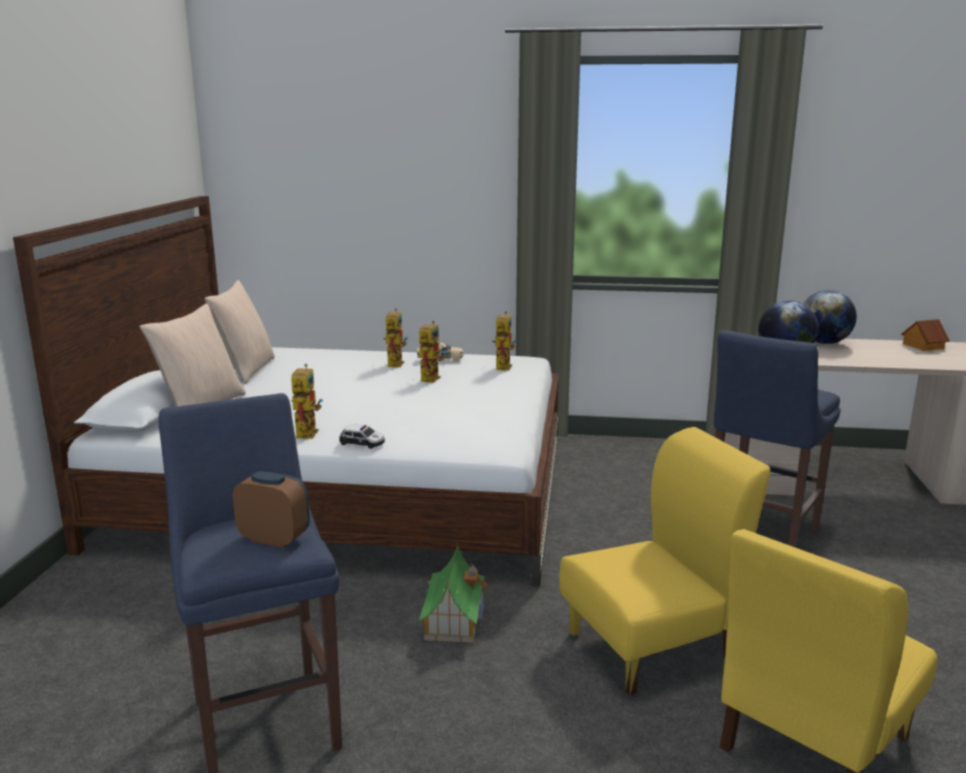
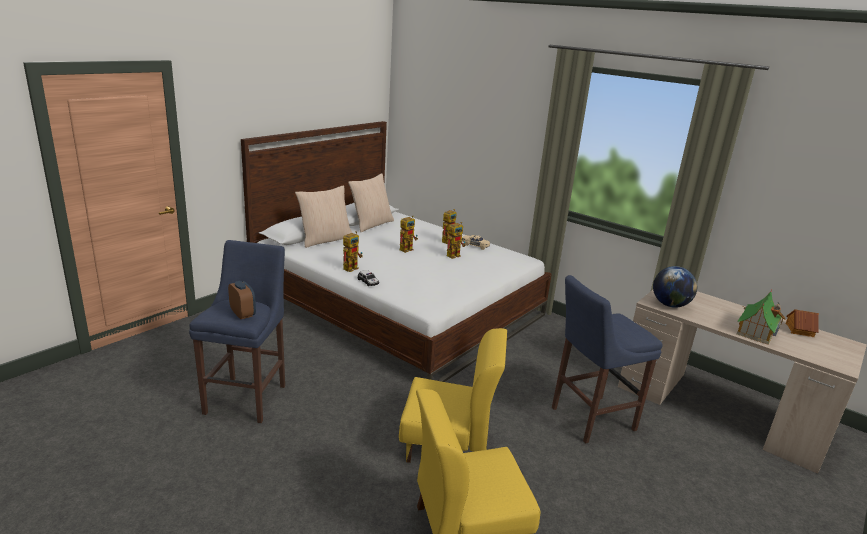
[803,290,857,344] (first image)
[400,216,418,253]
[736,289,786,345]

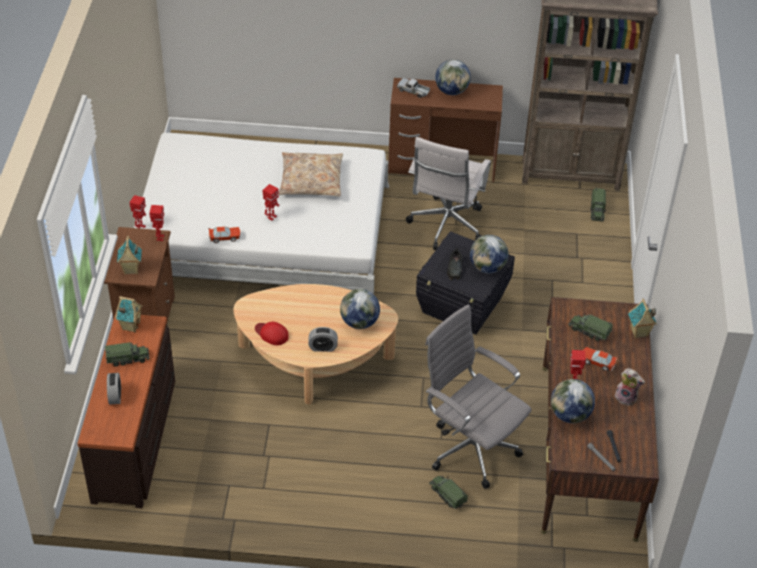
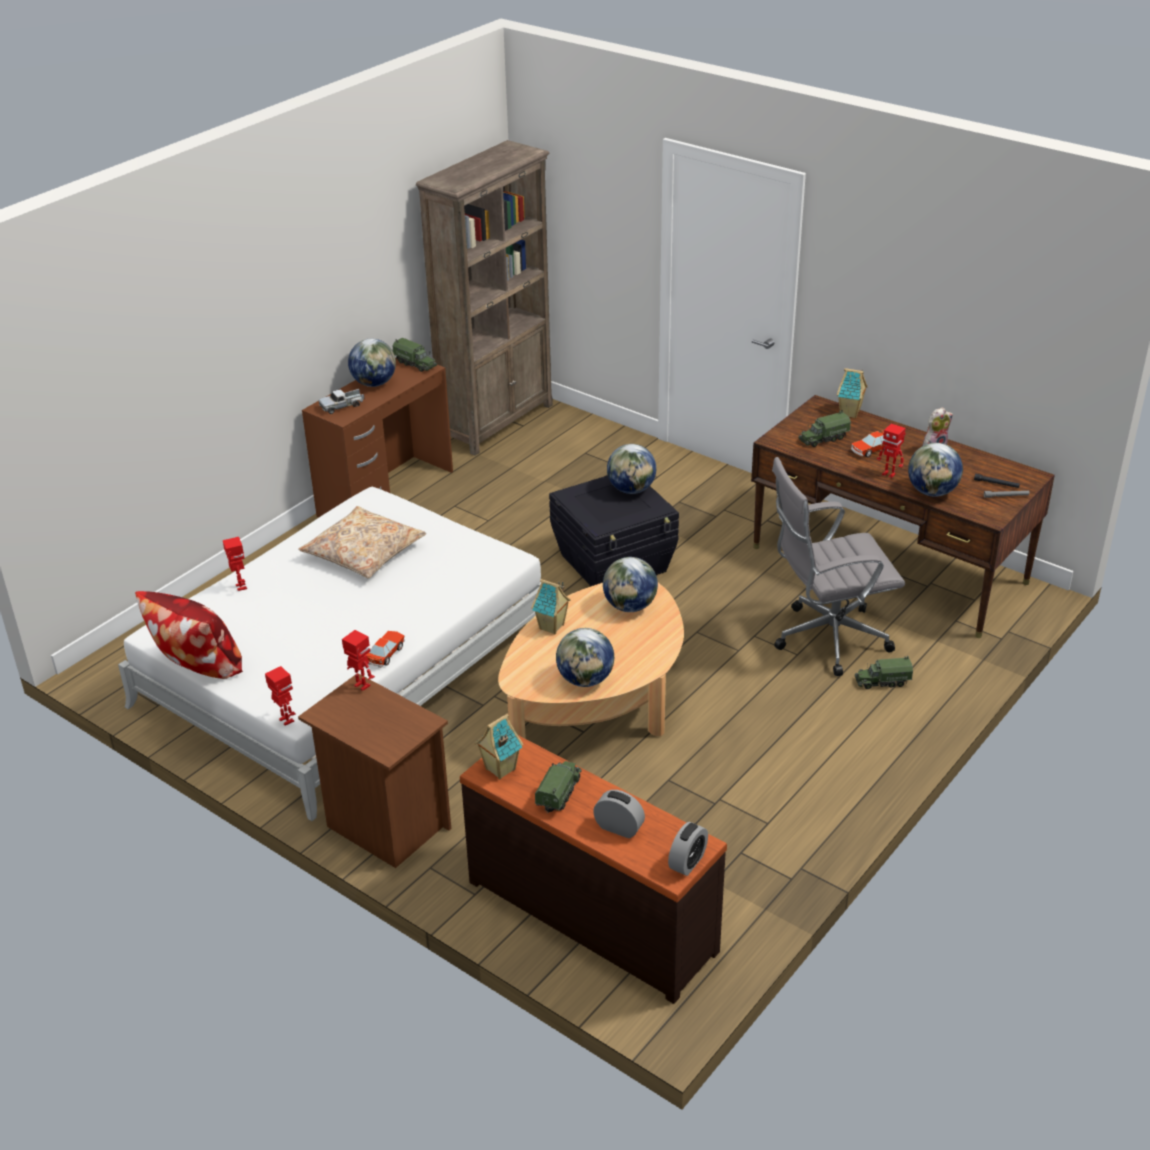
[406,137,491,250] (first image)
[223,537,247,591]
[392,338,437,372]
[531,579,571,635]
[447,248,463,281] (first image)
[556,628,614,687]
[668,822,708,876]
[135,591,243,679]

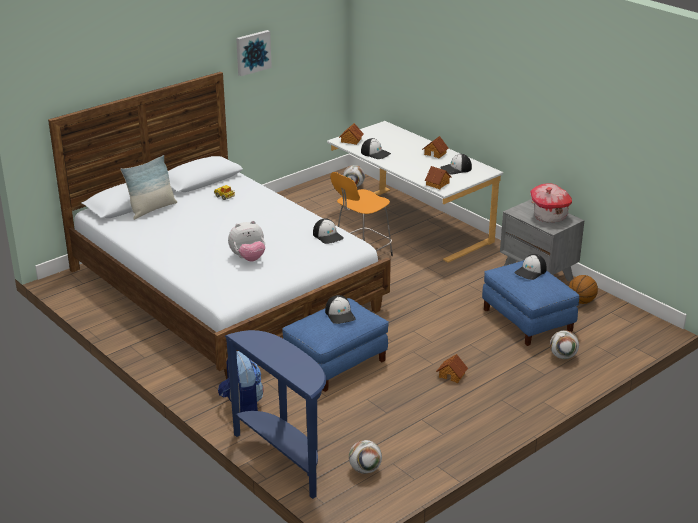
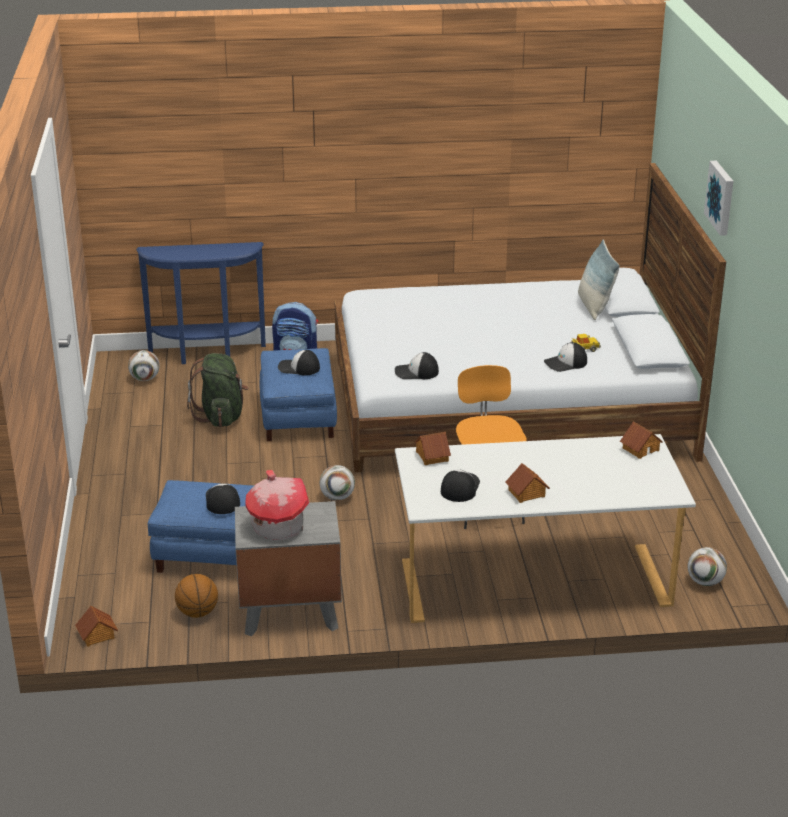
[704,161,733,236]
[544,342,587,372]
[228,221,265,261] (first image)
[320,465,355,501]
[75,606,118,647]
[187,353,248,427]

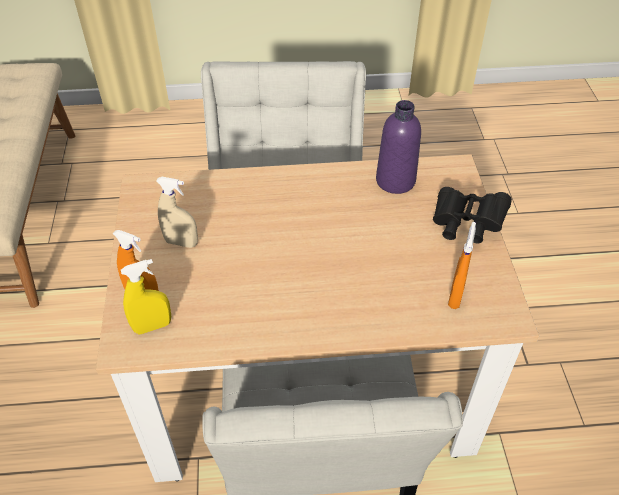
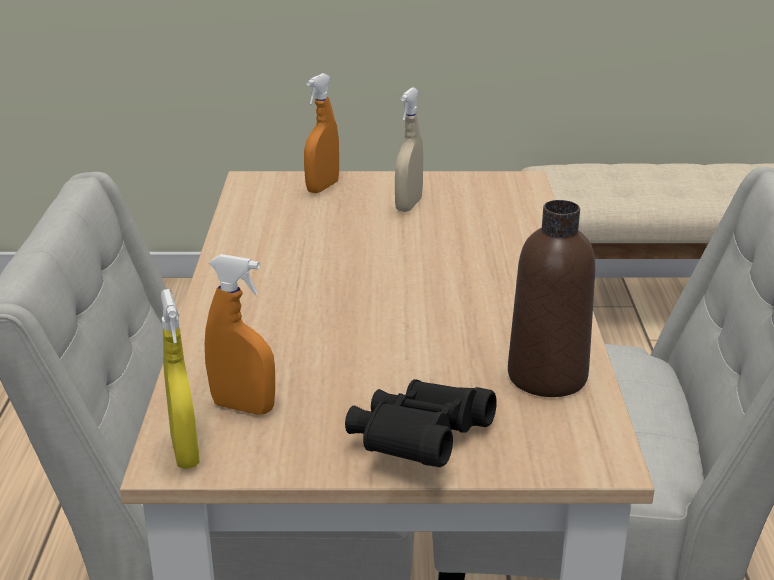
[508,200,595,397]
[161,289,200,469]

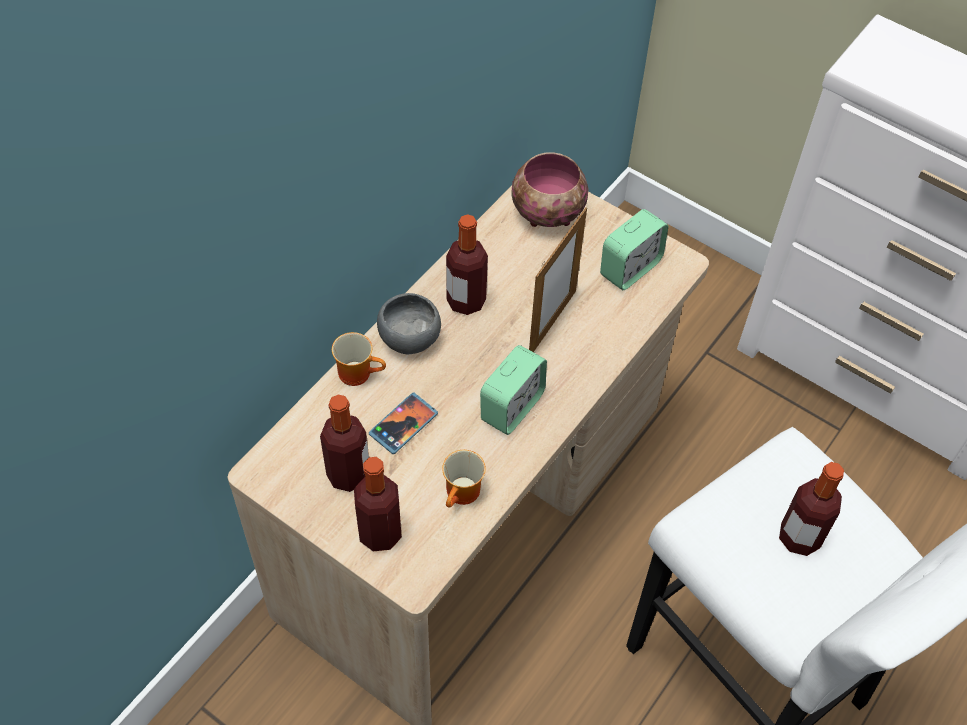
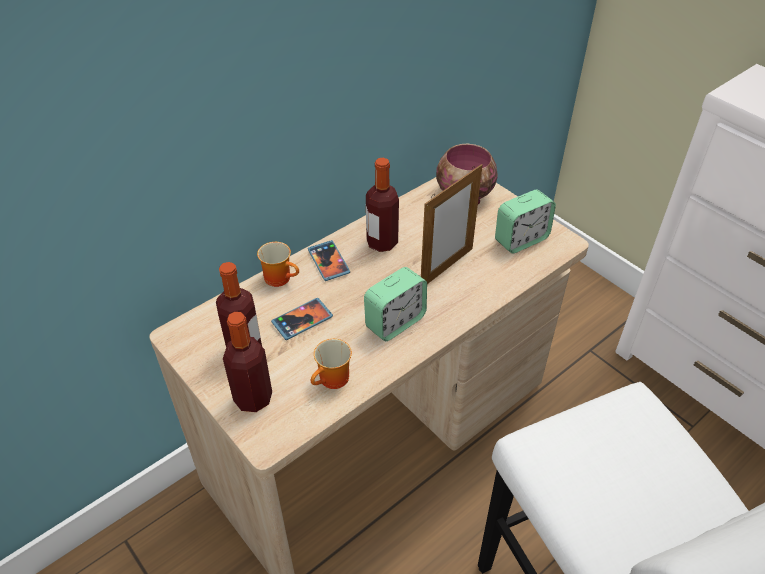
[308,240,350,281]
[779,462,844,556] (first image)

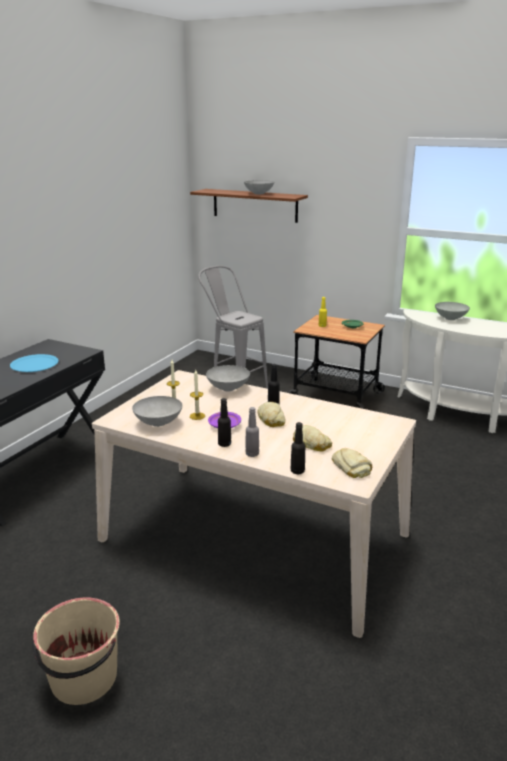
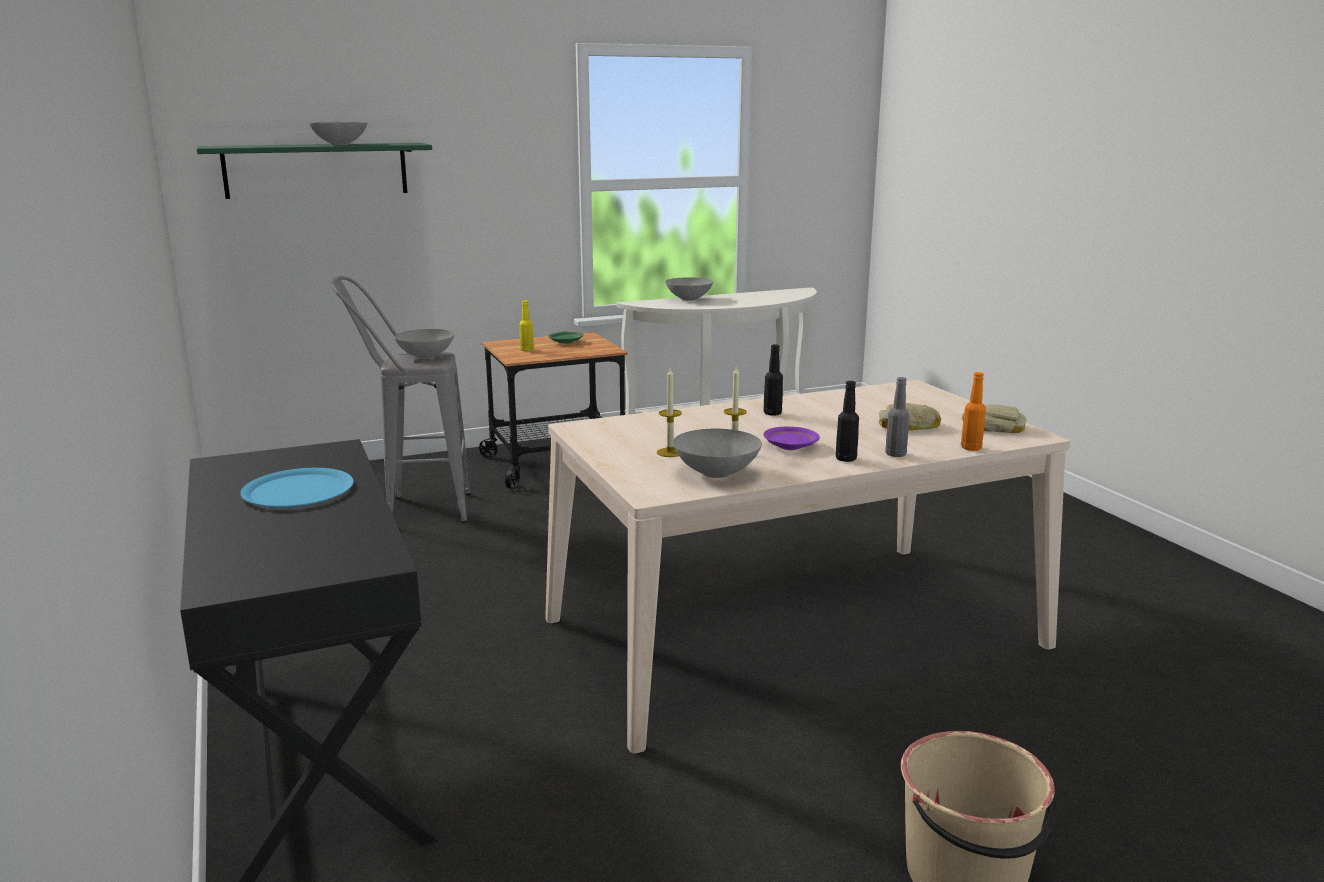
[197,143,432,199]
[394,329,454,359]
[257,402,286,427] (first image)
[961,372,986,451]

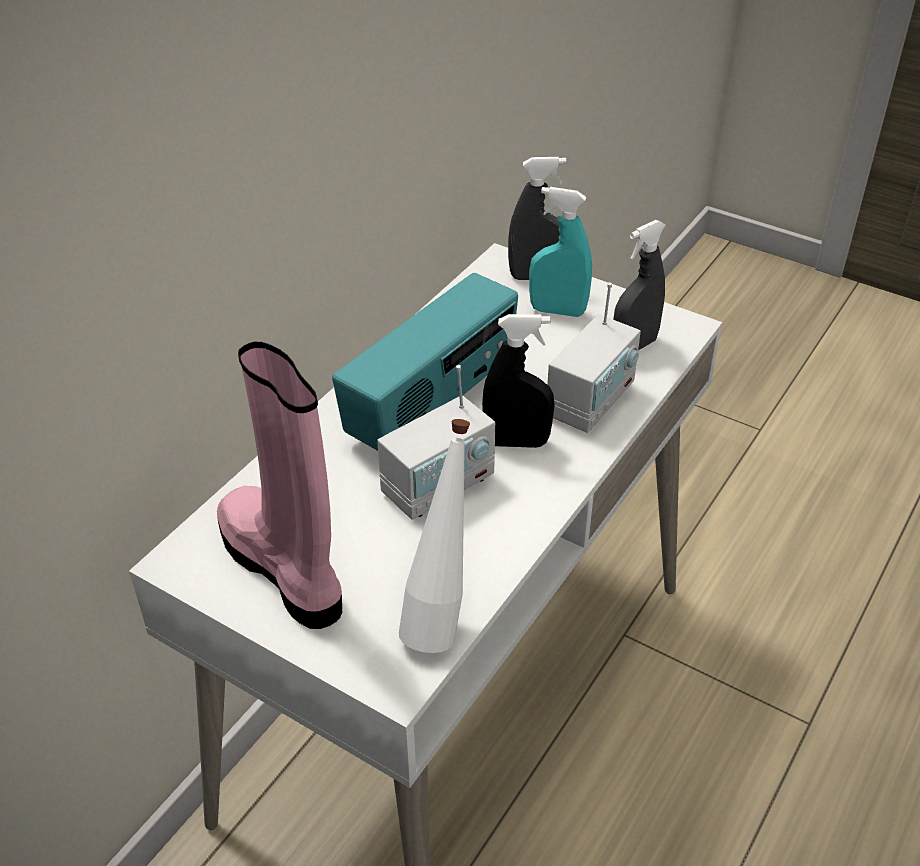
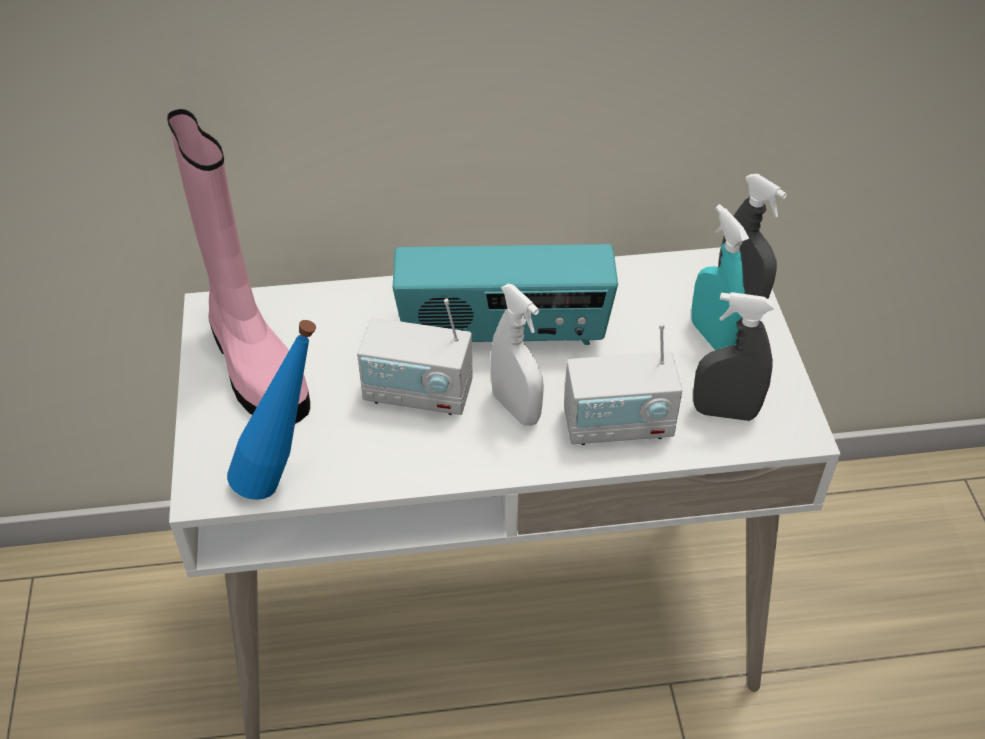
[491,284,544,426]
[167,109,310,424]
[227,320,316,500]

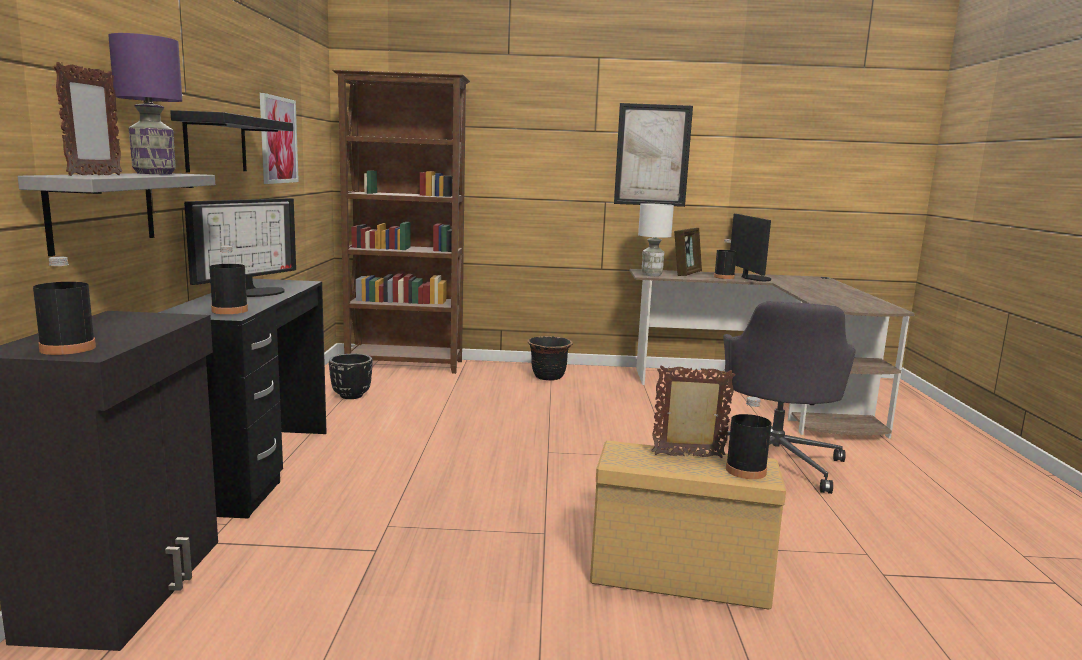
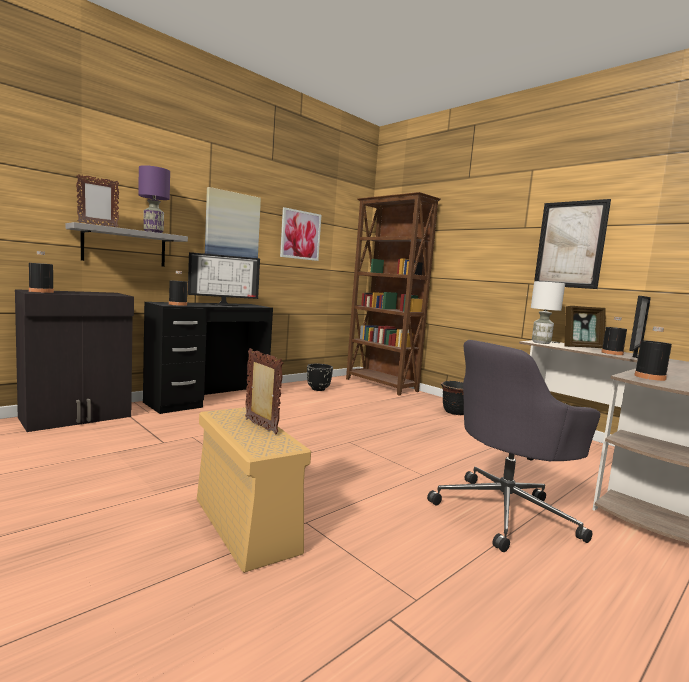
[205,187,261,258]
[634,327,672,381]

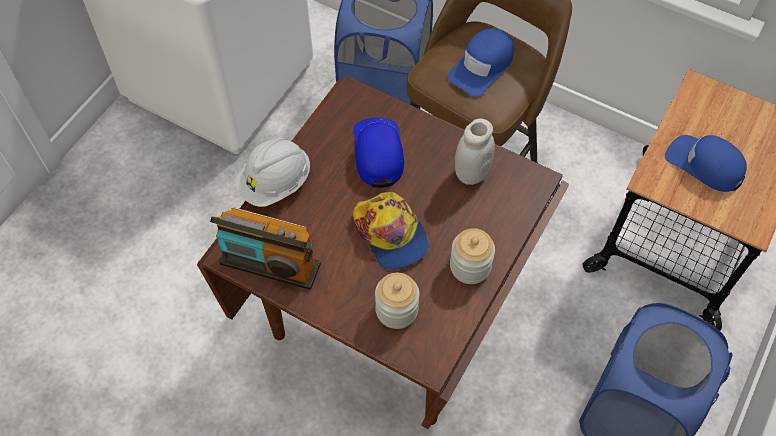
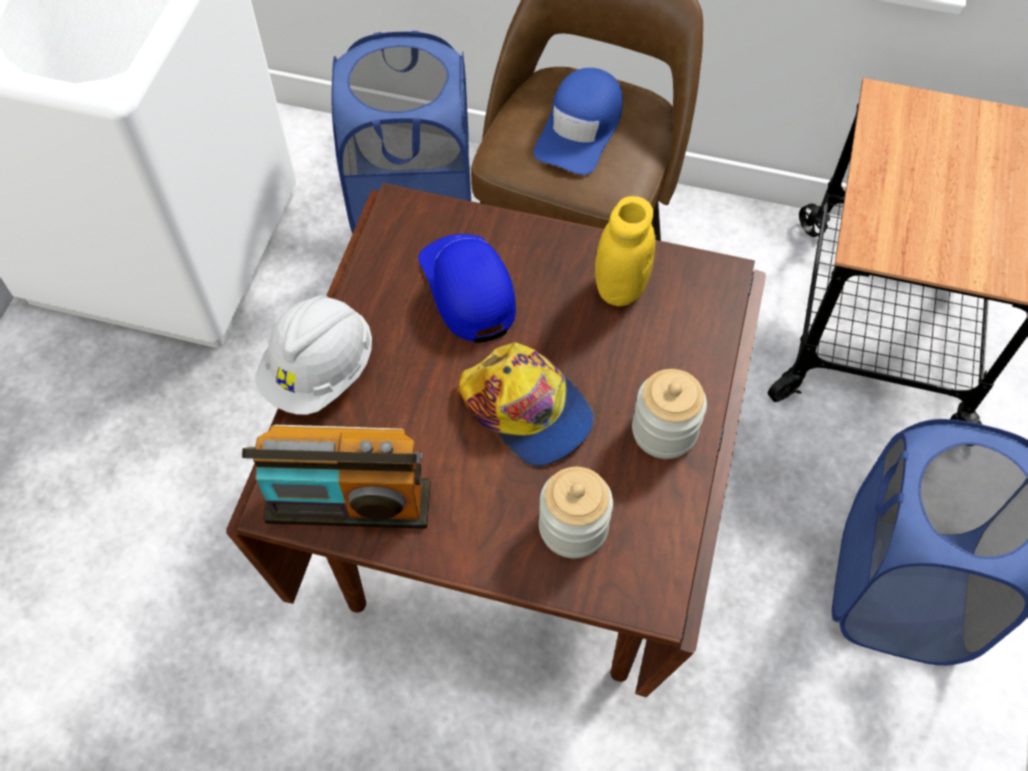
[595,196,656,306]
[665,135,747,192] (first image)

